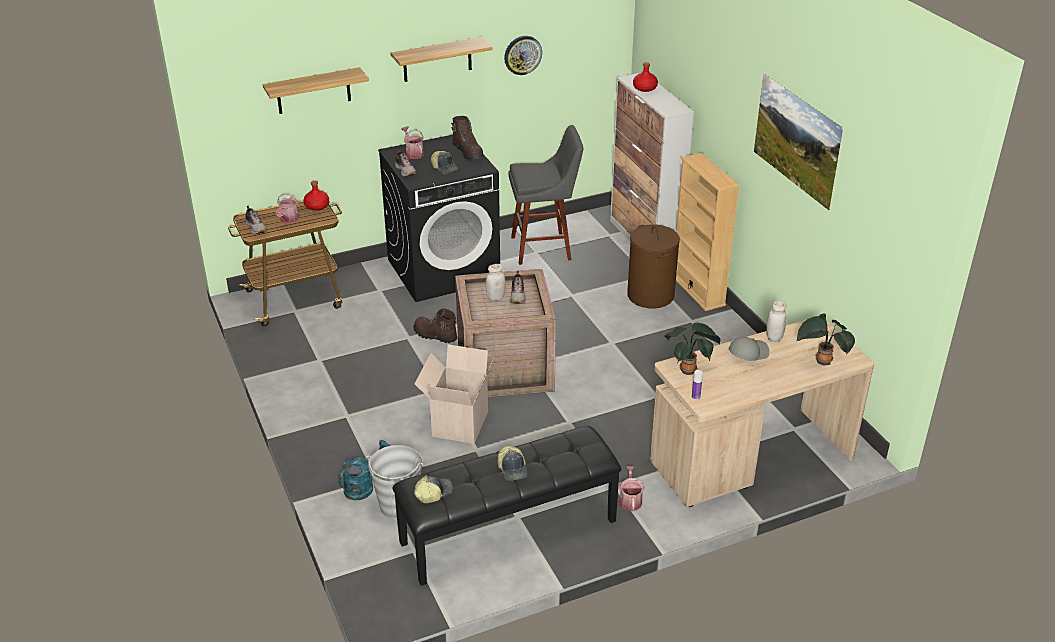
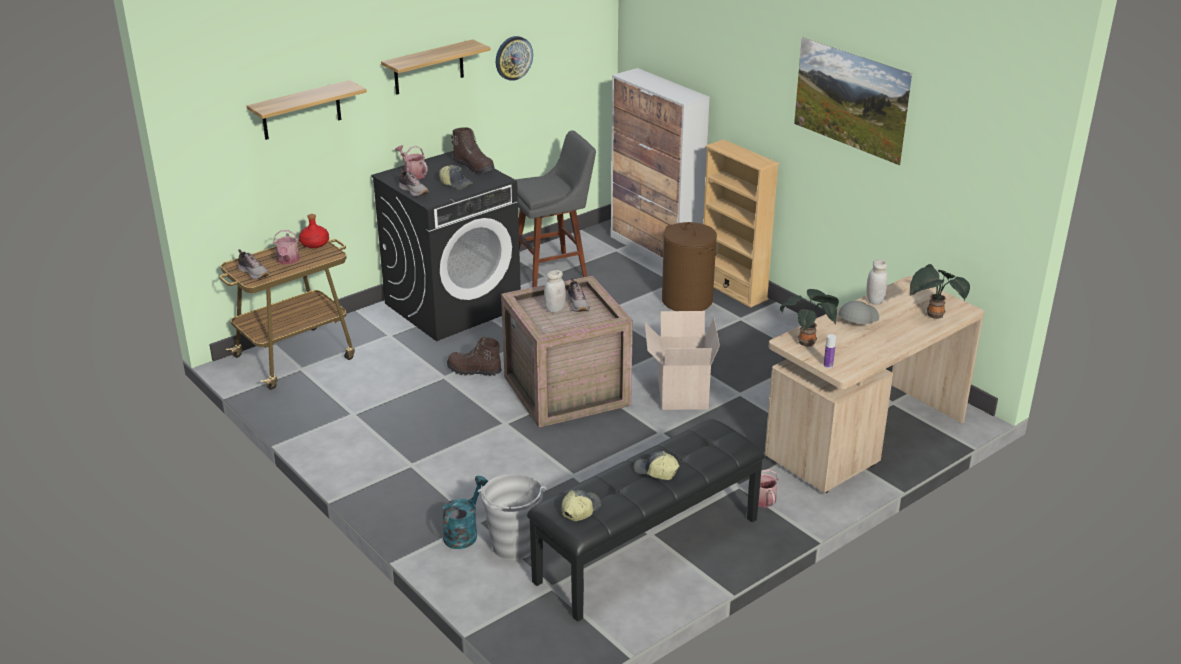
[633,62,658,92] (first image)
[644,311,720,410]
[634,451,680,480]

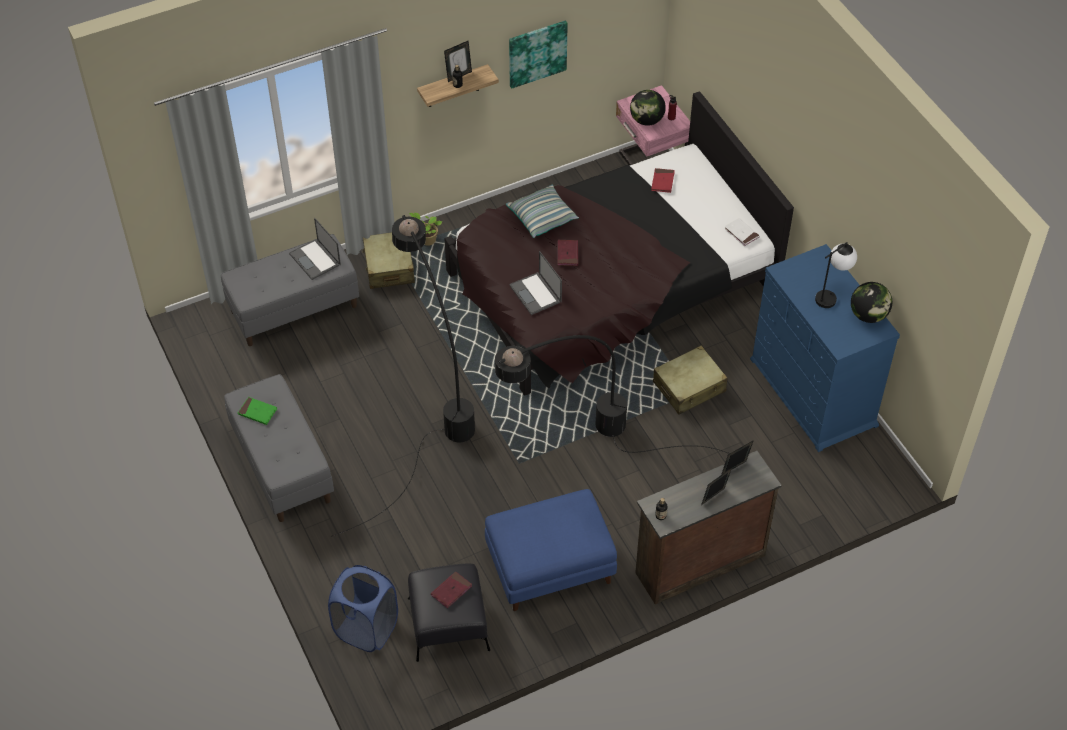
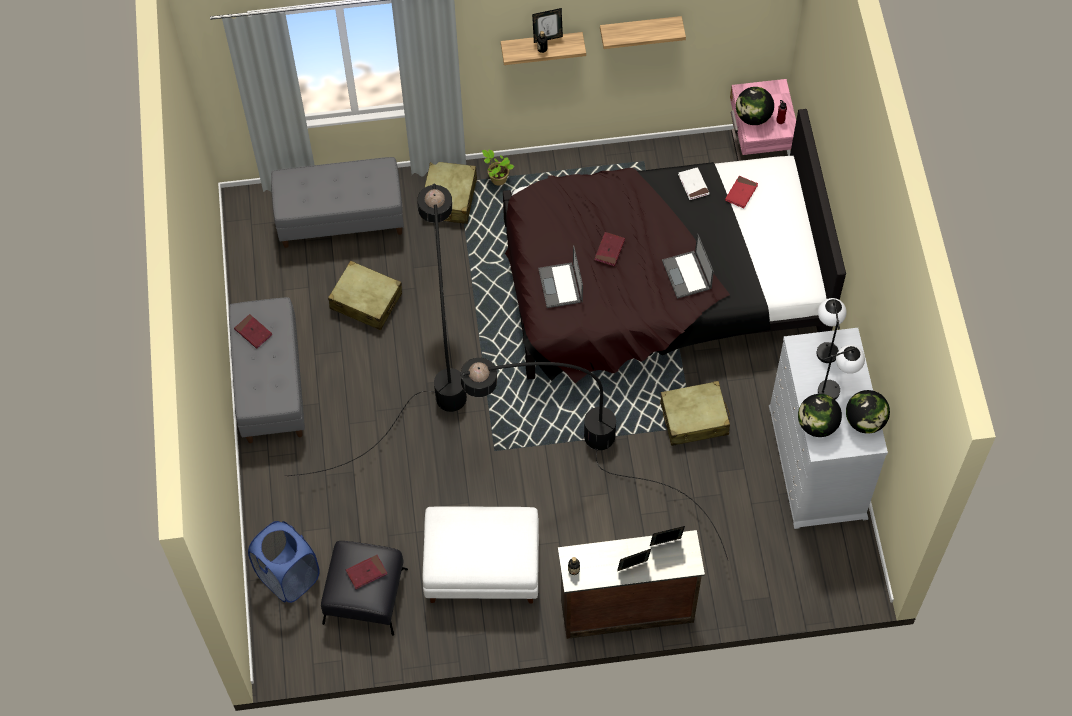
[600,16,686,49]
[506,185,579,238] (first image)
[662,233,714,299]
[678,167,710,200]
[769,328,888,529]
[234,314,272,349]
[423,506,539,604]
[328,261,402,330]
[816,298,847,363]
[798,394,842,437]

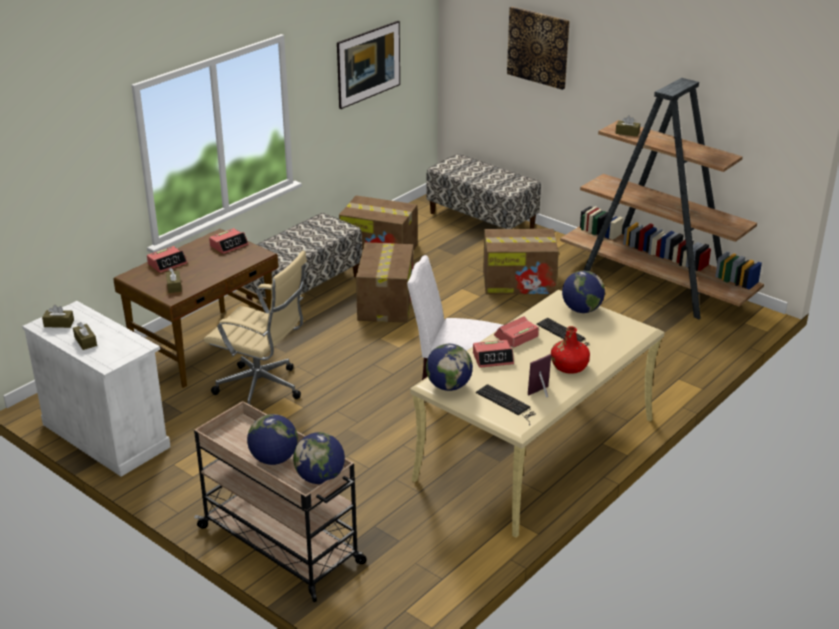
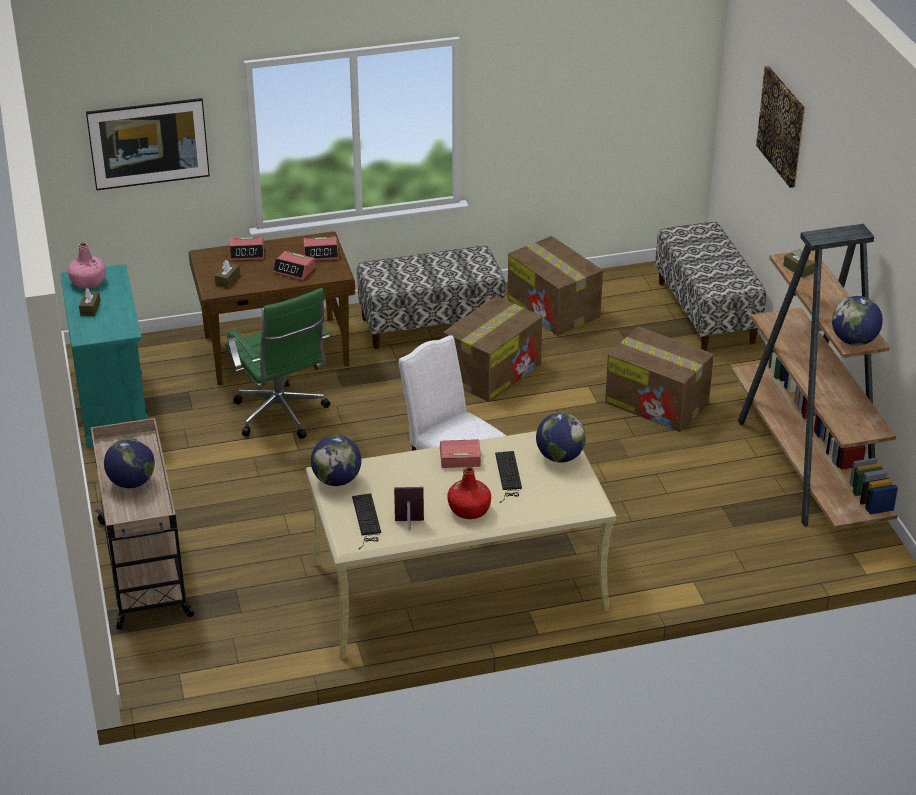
[86,98,210,190]
[226,288,331,439]
[60,264,148,448]
[68,242,106,289]
[272,251,315,280]
[832,296,883,346]

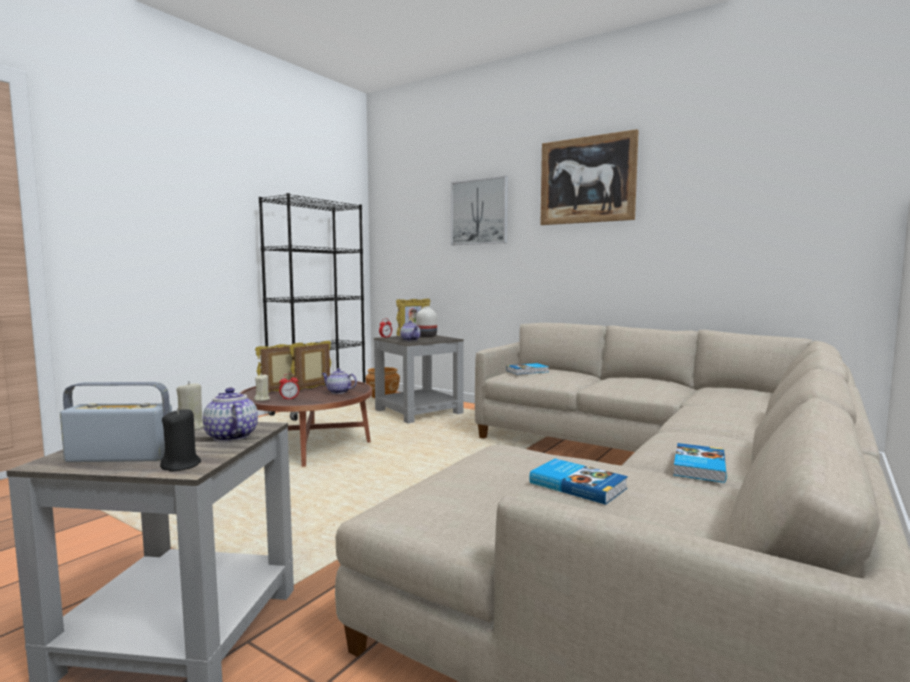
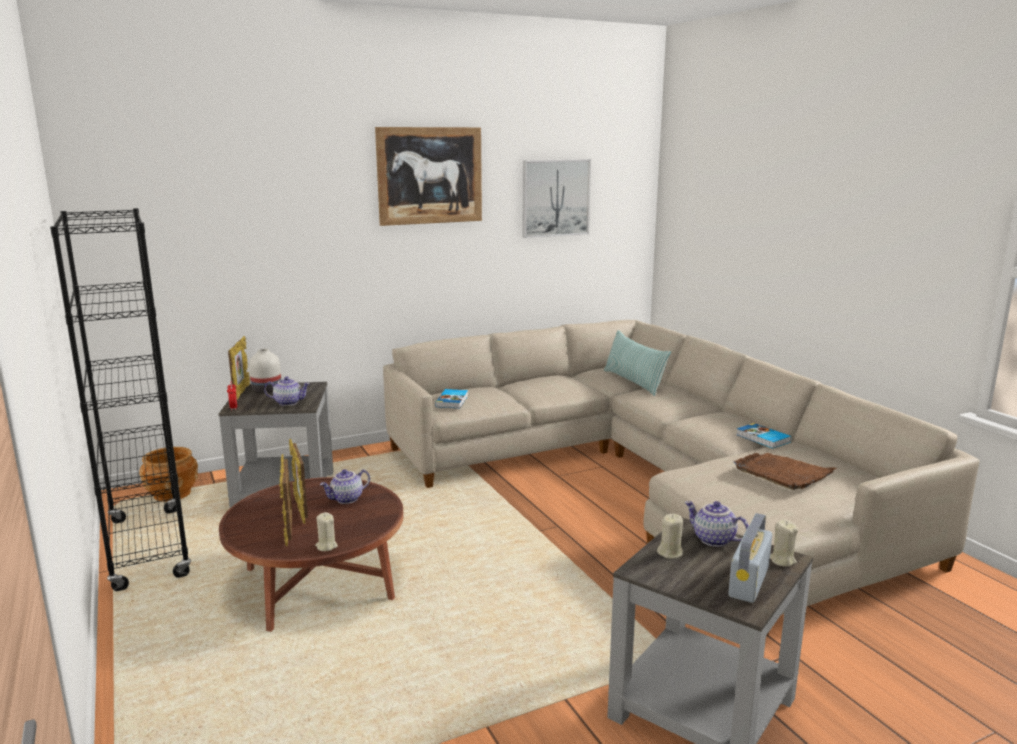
[523,159,591,238]
[279,374,299,400] (first image)
[685,501,749,547]
[770,520,798,567]
[734,453,837,490]
[604,330,671,396]

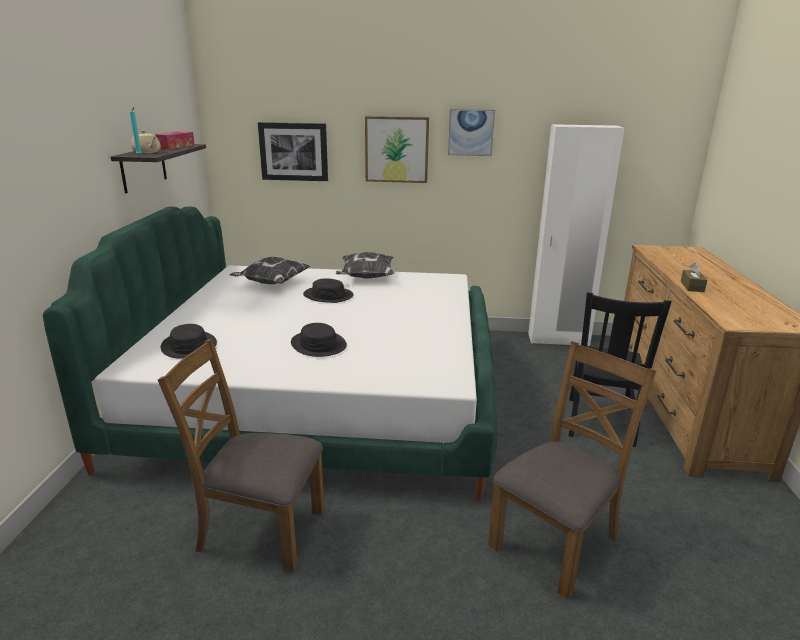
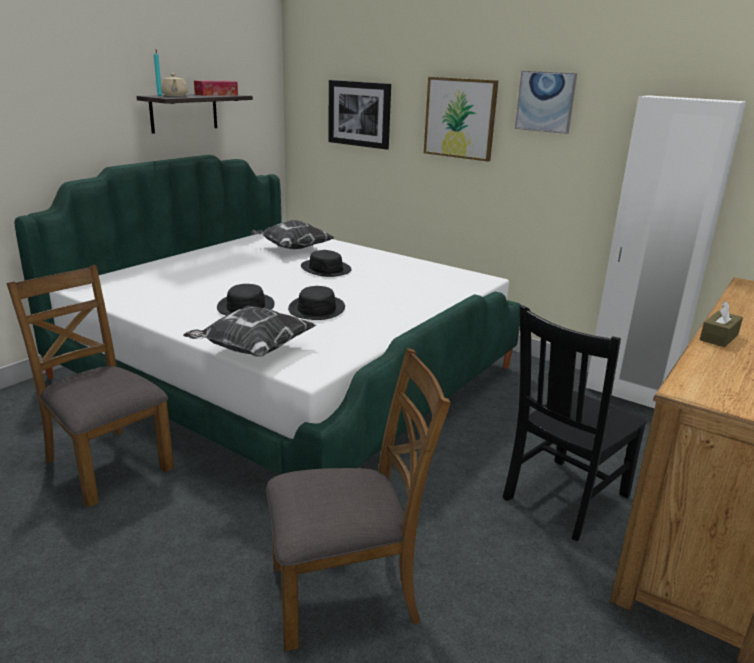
[183,306,316,357]
[288,286,345,320]

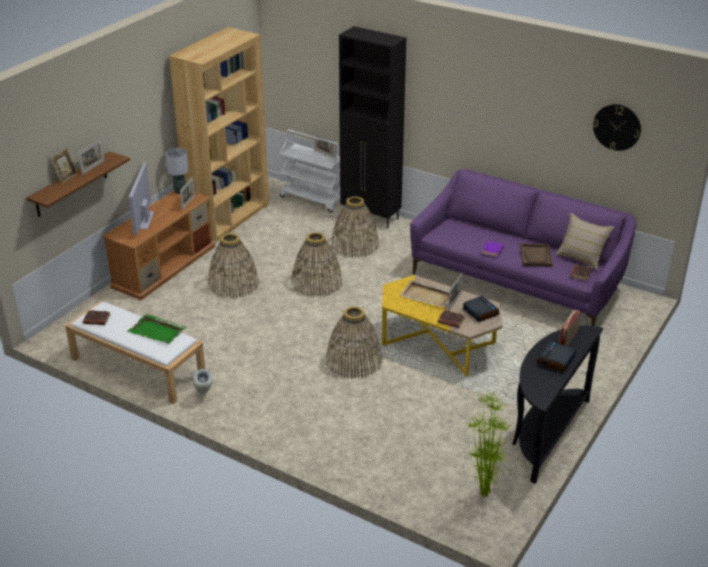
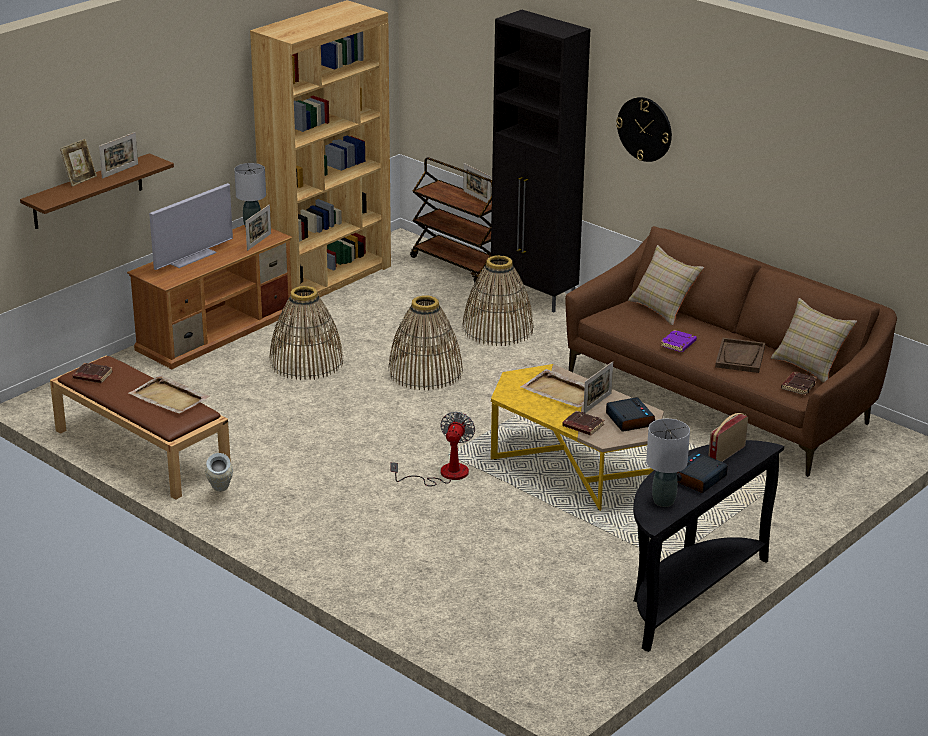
[616,97,672,162]
[410,157,492,284]
[149,183,233,270]
[565,226,897,477]
[50,356,231,500]
[390,412,475,486]
[128,375,210,414]
[463,392,512,497] (first image)
[628,245,704,325]
[646,419,690,507]

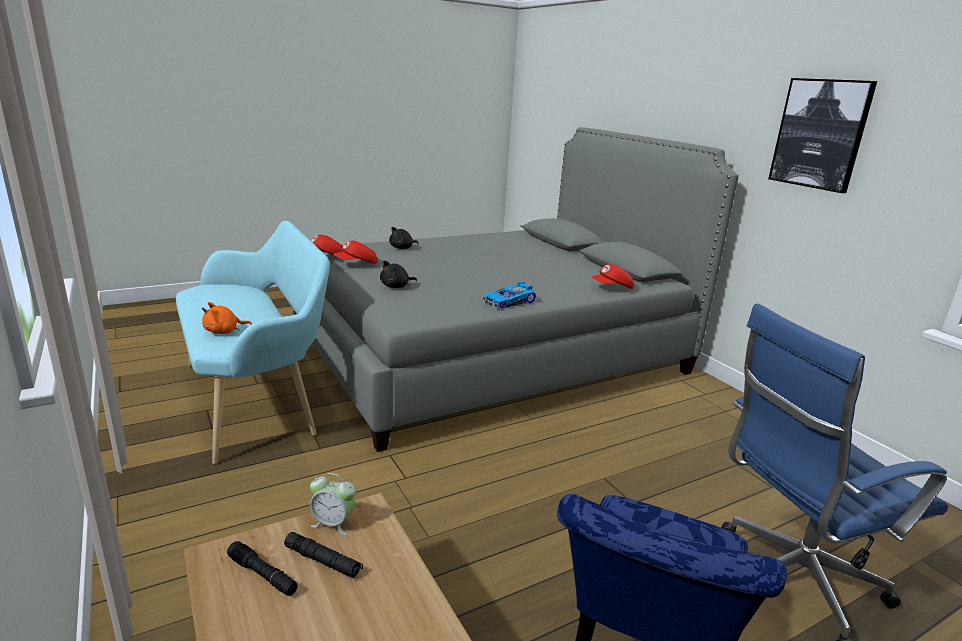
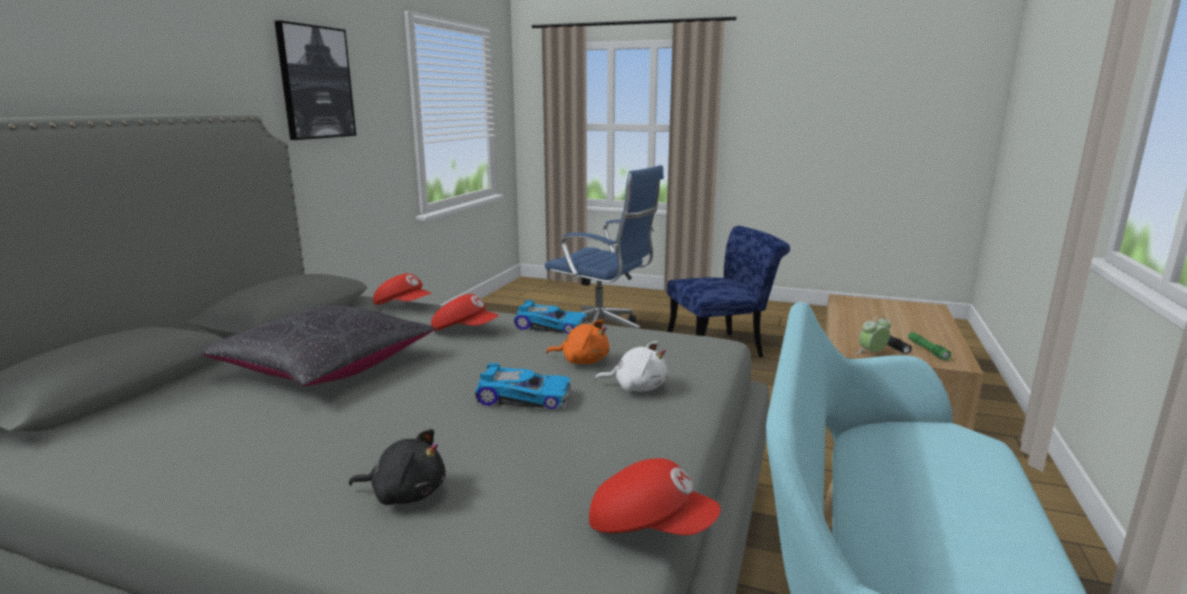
[431,294,499,331]
[595,341,667,391]
[546,319,610,364]
[857,315,891,354]
[908,332,951,361]
[201,305,435,386]
[475,363,571,409]

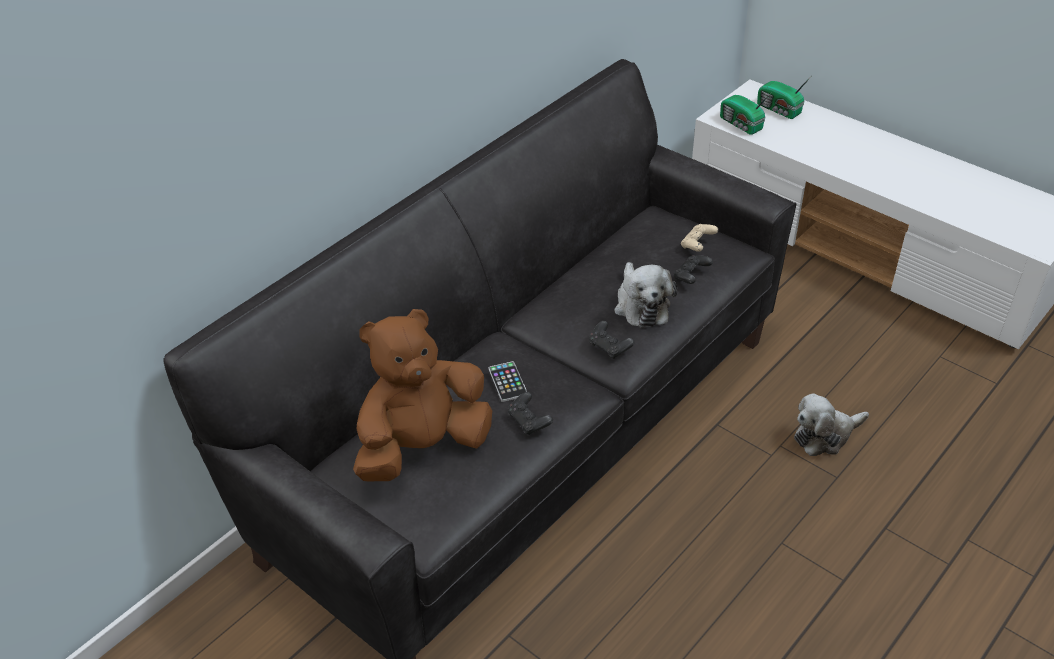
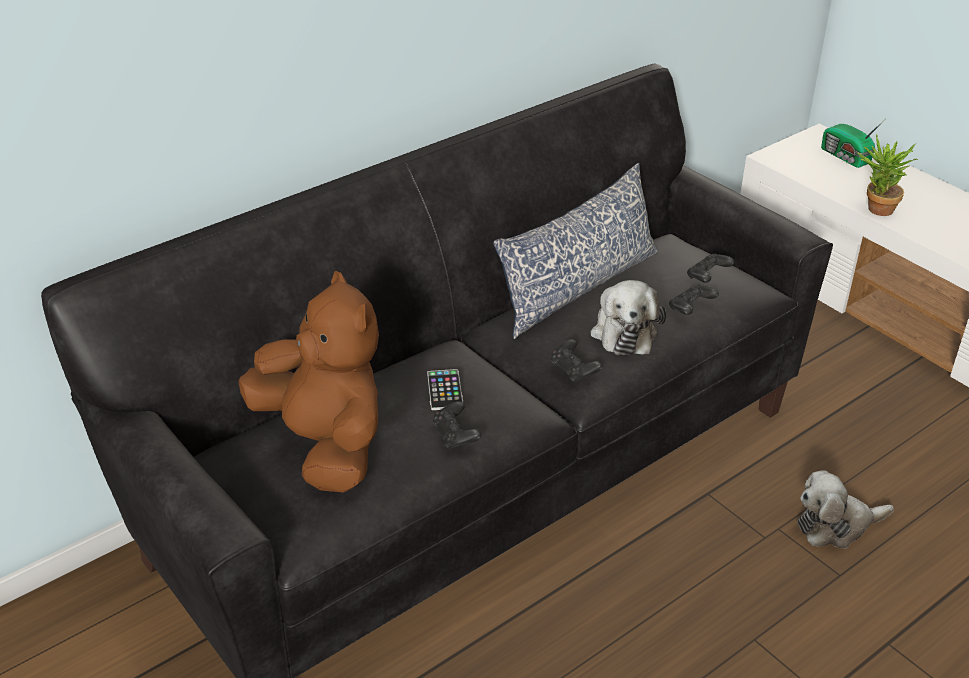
[720,92,772,135] (first image)
[687,254,734,283]
[238,271,379,492]
[858,134,918,216]
[493,163,659,339]

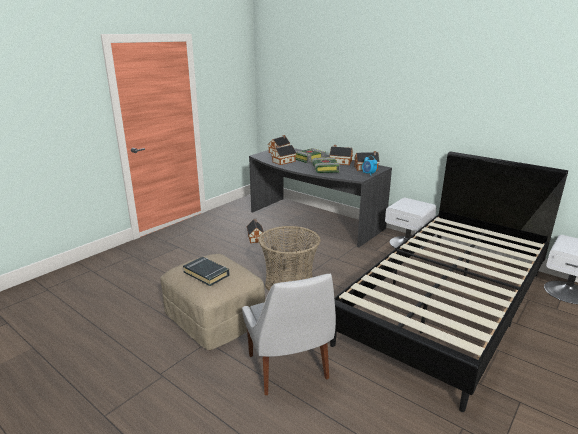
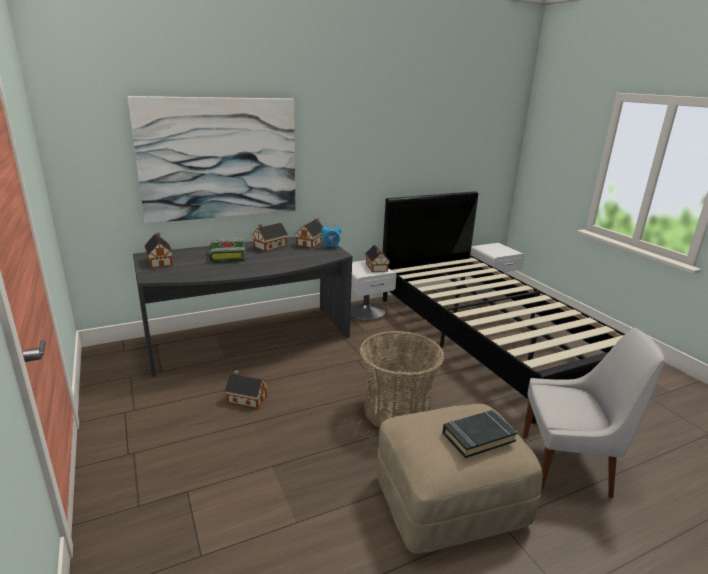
[365,245,389,272]
[312,157,340,173] (first image)
[127,96,295,223]

